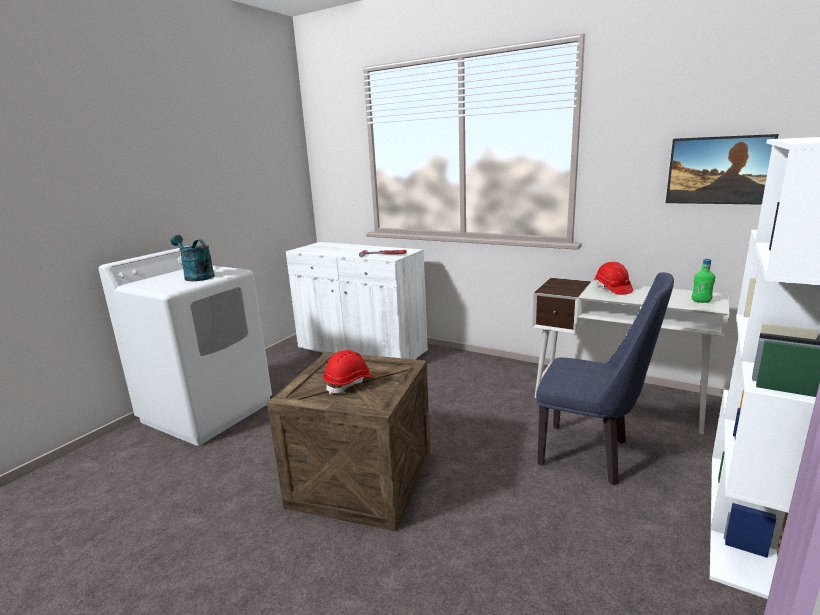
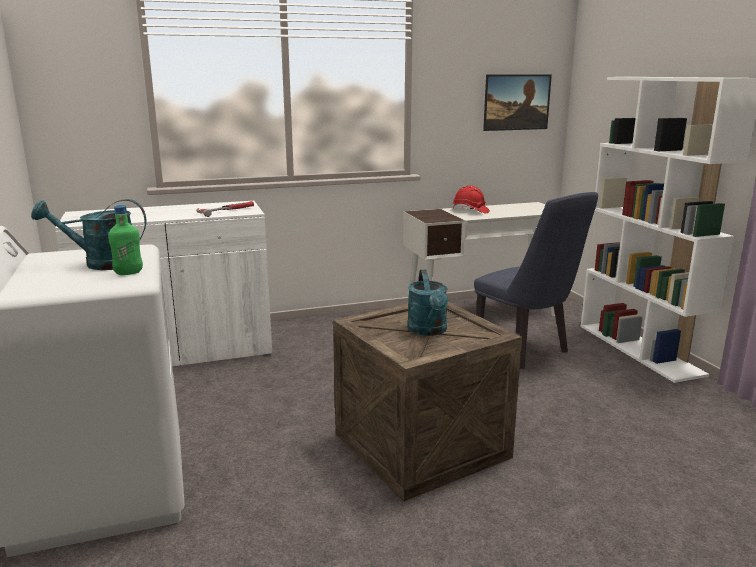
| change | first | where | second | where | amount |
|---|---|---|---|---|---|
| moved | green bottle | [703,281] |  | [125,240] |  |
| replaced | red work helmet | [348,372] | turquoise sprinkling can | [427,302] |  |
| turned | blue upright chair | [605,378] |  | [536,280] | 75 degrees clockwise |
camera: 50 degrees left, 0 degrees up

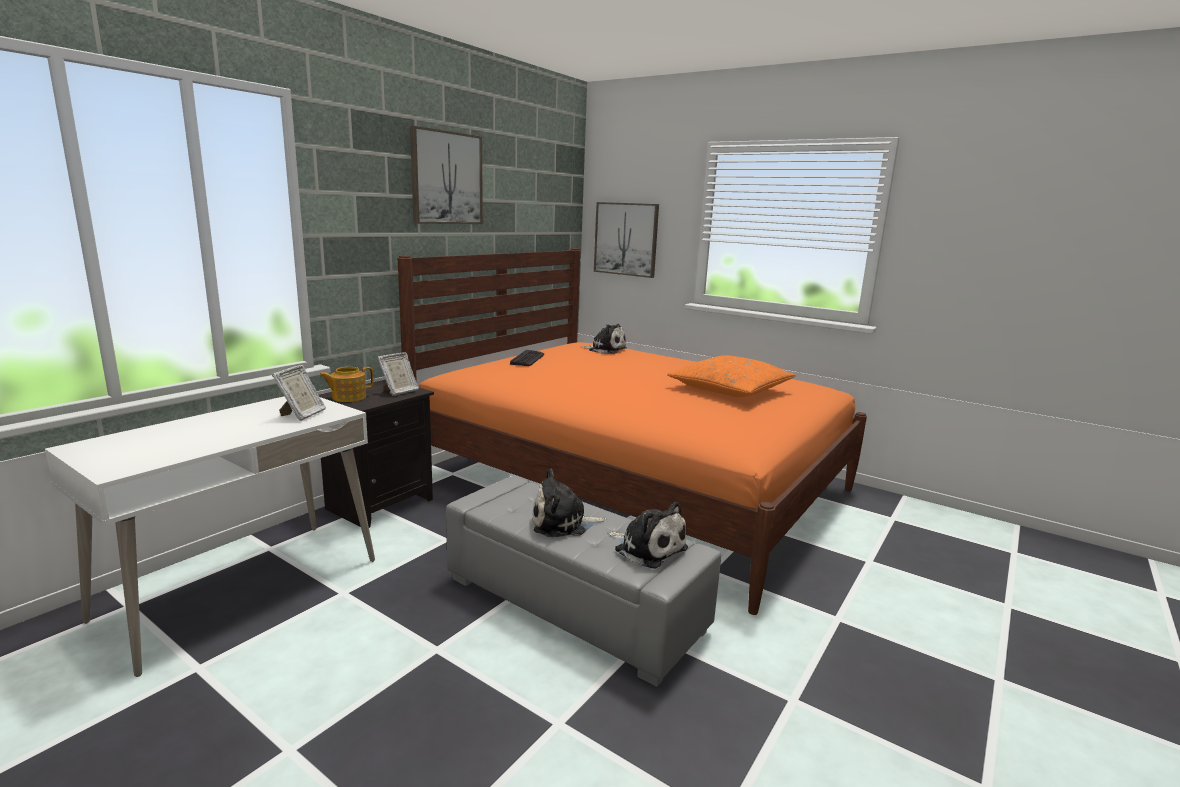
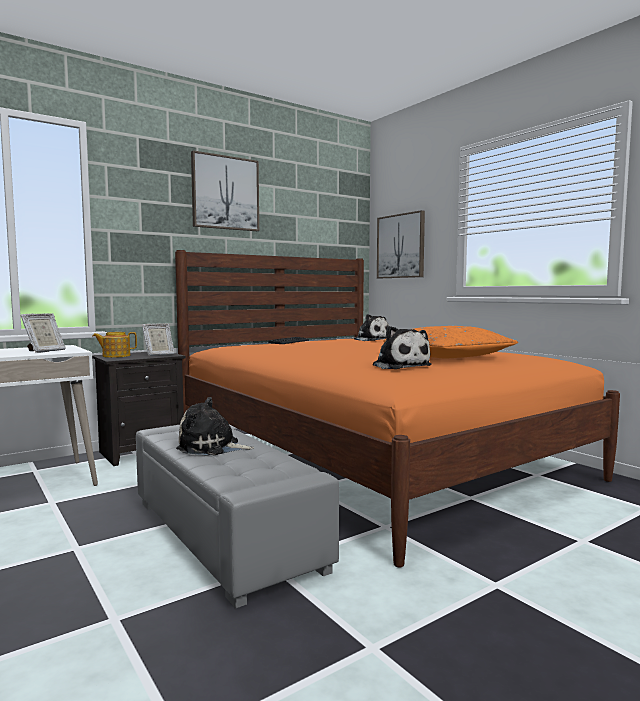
| change | first | where | second | where | amount |
|---|---|---|---|---|---|
| moved | soft toy | [647,535] |  | [402,347] |  |
camera: 20 degrees right, 10 degrees down

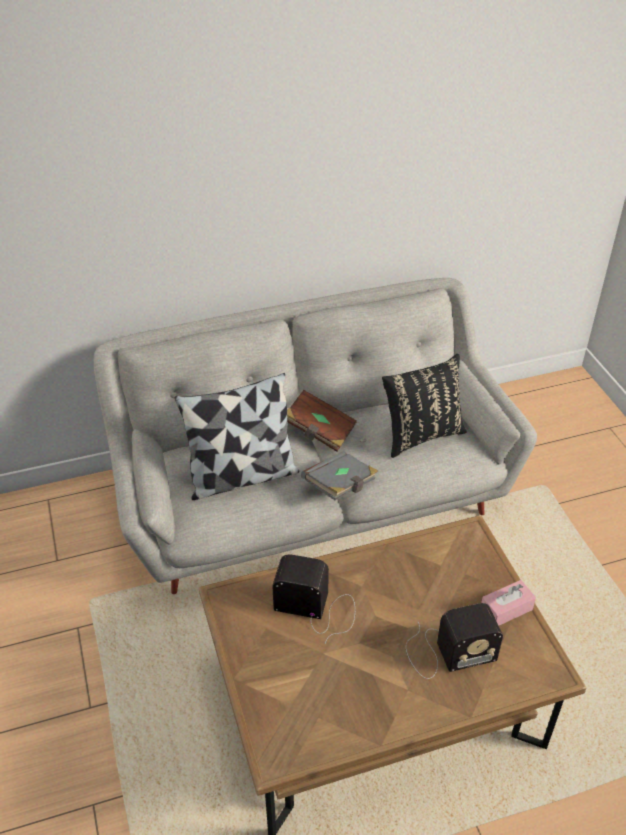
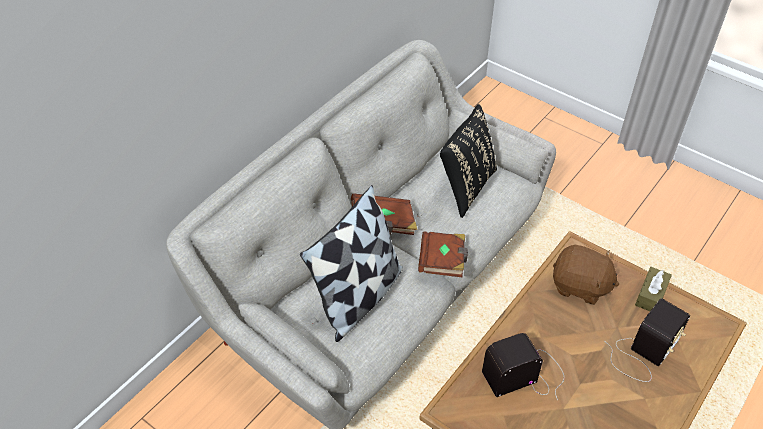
| change | first | where | second | where | amount |
|---|---|---|---|---|---|
| added |  |  | brown-coloured soft toy | [586,275] |  |
| recoloured | greyish volume | [339,475] | brown-coloured volume | [443,254] |  |
| recoloured | pink tissue box | [508,603] | brown-coloured tissue box | [653,289] |  |
camera: 35 degrees left, 5 degrees up

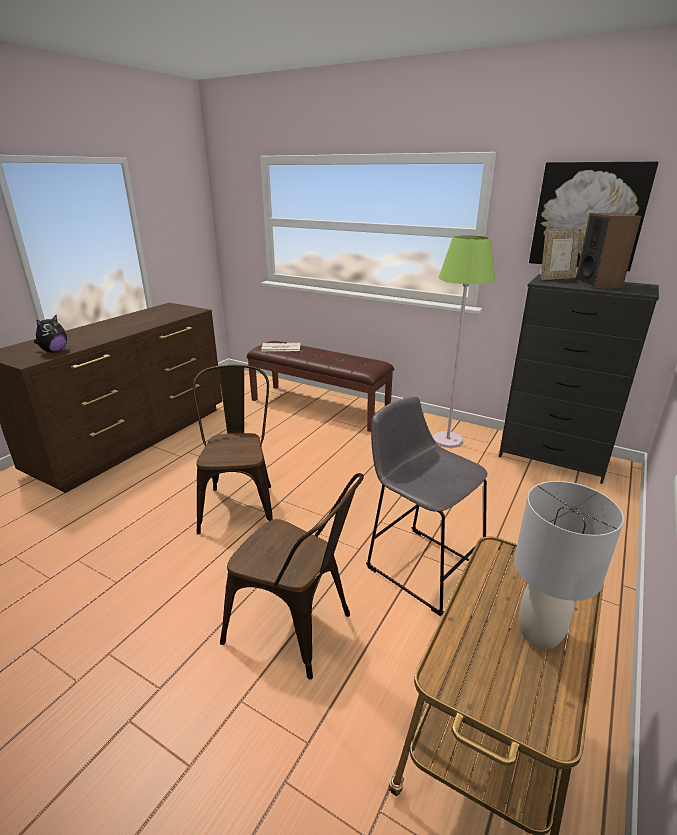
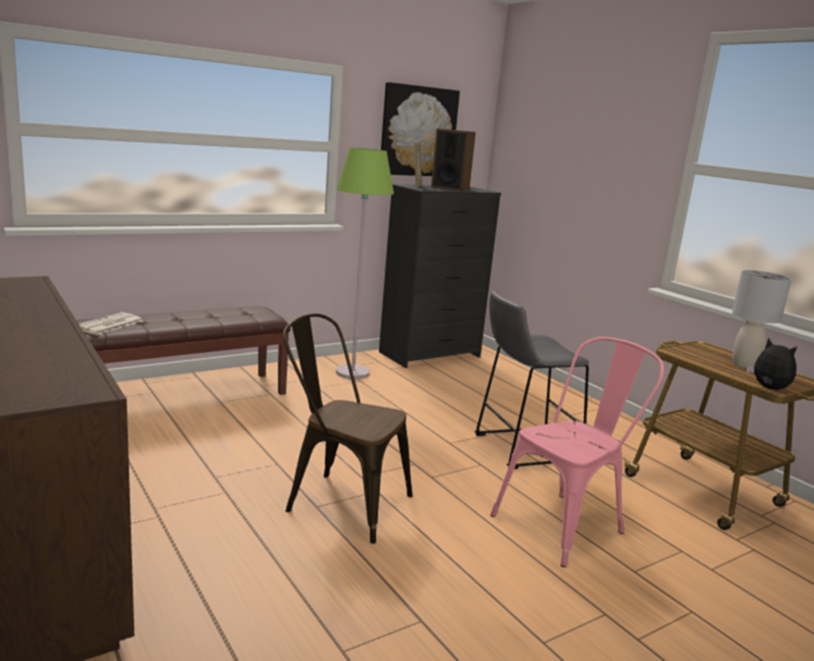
| change | first | where | second | where | amount |
|---|---|---|---|---|---|
| moved | soft toy | [50,334] |  | [771,364] |  |
| recoloured | brown-coloured upright chair | [292,576] | pink upright chair | [577,452] |  |
camera: 65 degrees left, 10 degrees down

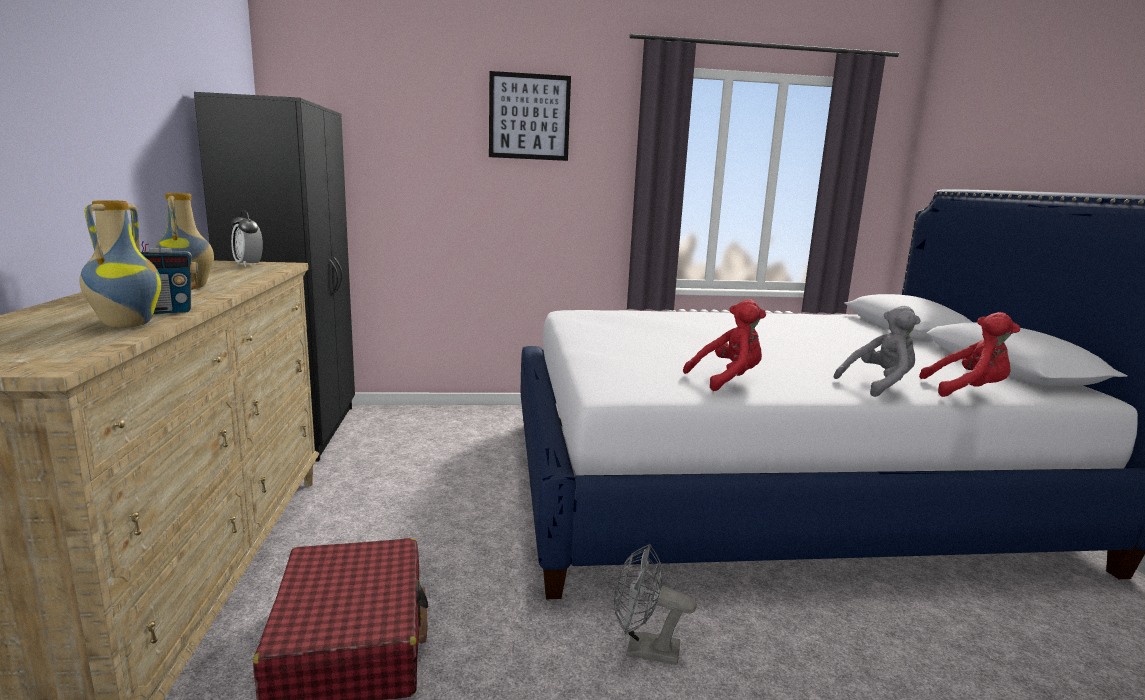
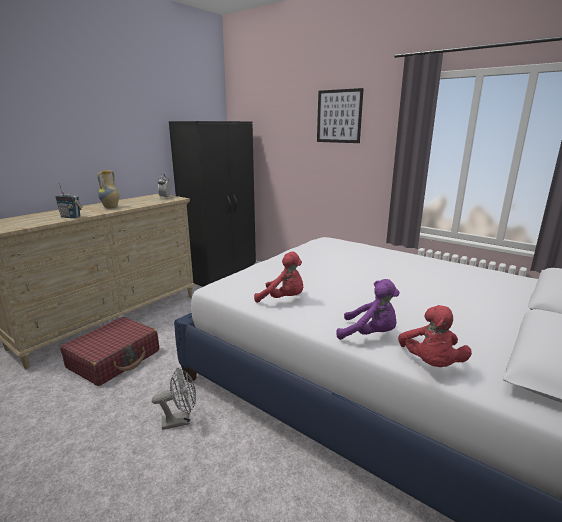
| change | first | where | second | where | amount |
|---|---|---|---|---|---|
| removed | vase | [121,264] |  |  |  |
| recoloured | greyish soft toy | [877,351] | purplish soft toy | [368,309] |  |
| turned | greyish electric fan | [655,604] |  | [174,399] | 105 degrees clockwise |
| turned | red soft toy | [969,354] |  | [435,336] | 45 degrees clockwise |
camera: 45 degrees right, 5 degrees up

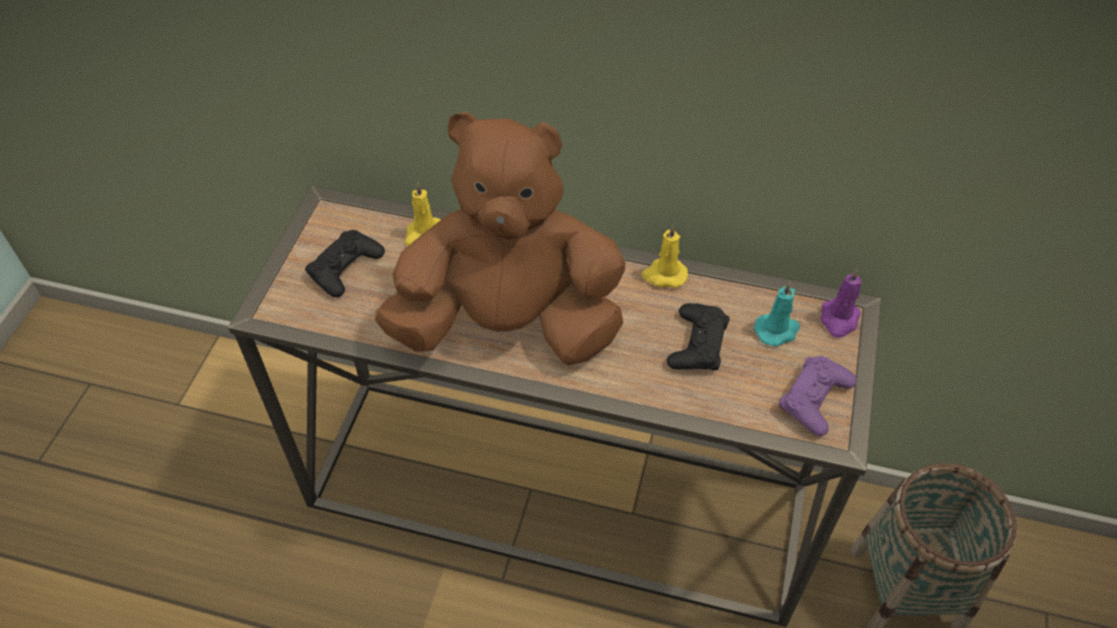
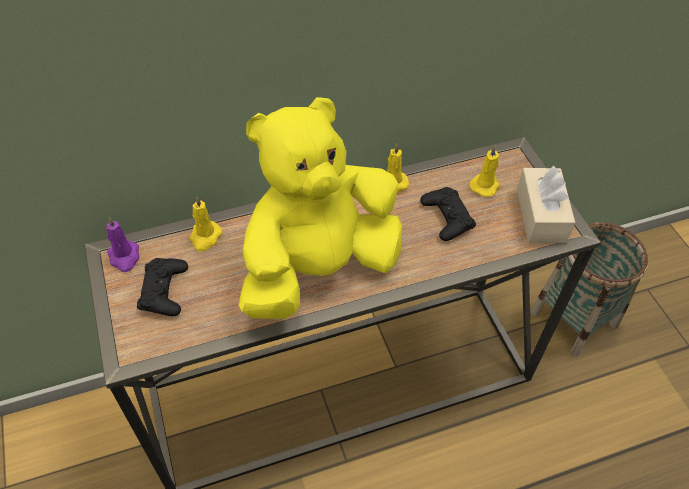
| change | first | where | second | where | amount |
|---|---|---|---|---|---|
| moved | purplish wax light | [841,303] |  | [122,244] |  |
| replaced | purplish game controller | [818,396] | sand-coloured tissue box | [546,204] |  |
| recoloured | brown-coloured soft toy | [500,238] | yellow-coloured soft toy | [320,208] |  |
| recoloured | turquoise wax light | [777,314] | yellow-coloured wax light | [484,171] |  |
camera: 35 degrees left, 0 degrees up

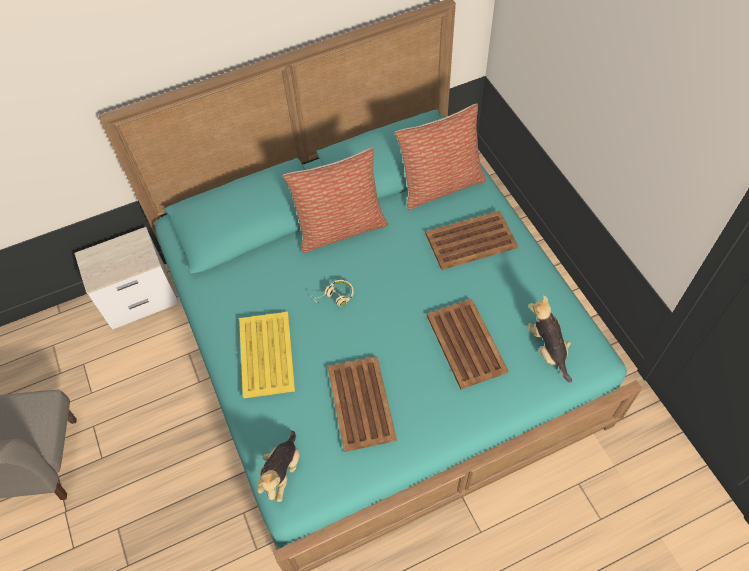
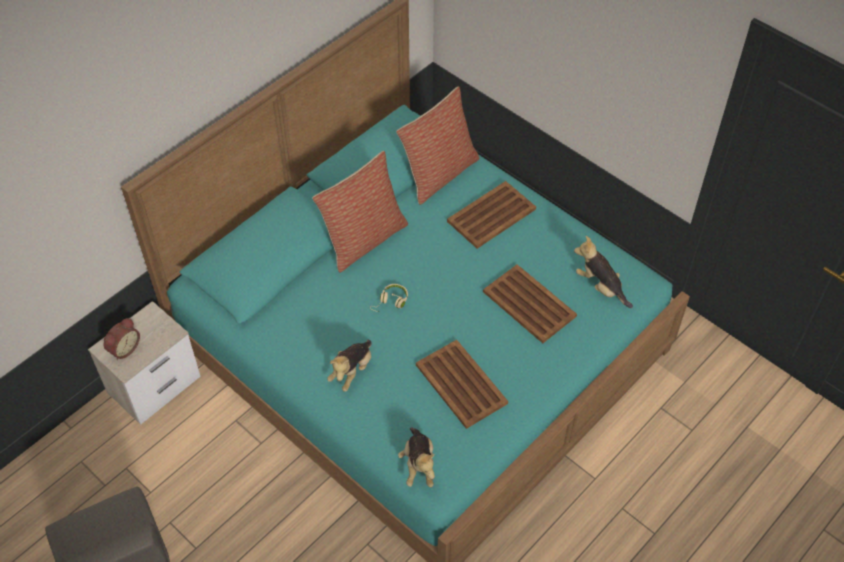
| change | first | where | second | where | amount |
|---|---|---|---|---|---|
| added |  |  | bedside clock | [121,339] |  |
| replaced | yellow-coloured tray | [267,355] | soft toy | [349,365] |  |
camera: 25 degrees left, 5 degrees down

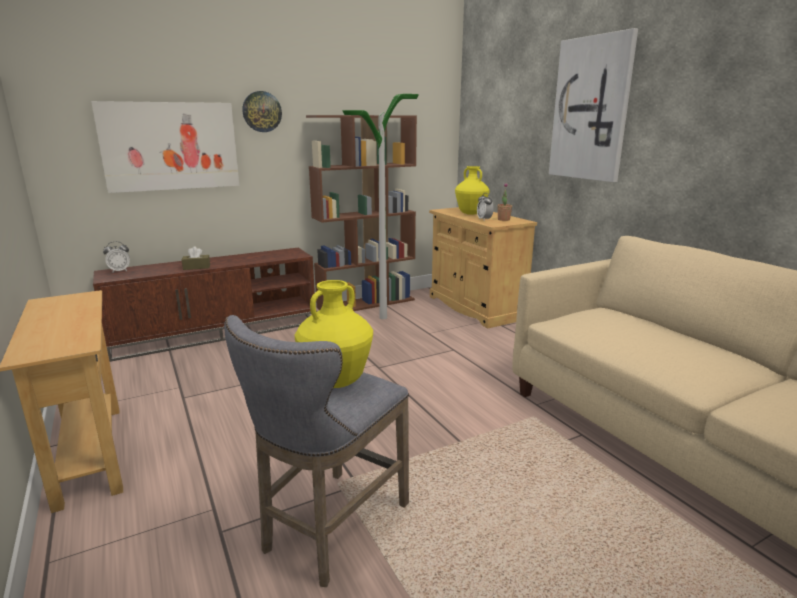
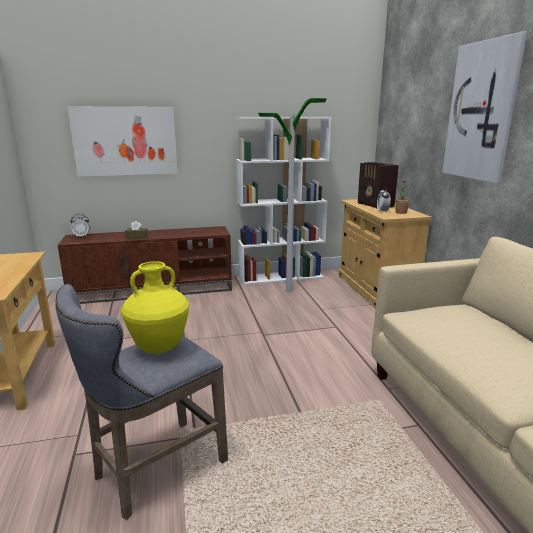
| change | first | where | second | where | amount |
|---|---|---|---|---|---|
| removed | clock on the wall | [262,111] |  |  |  |
| replaced | yellow-coloured vase | [472,190] | radio receiver | [378,185] |  |
| recoloured | brown-coloured bookshelf | [361,213] | white-coloured bookshelf | [283,201] |  |
camera: 15 degrees right, 0 degrees up

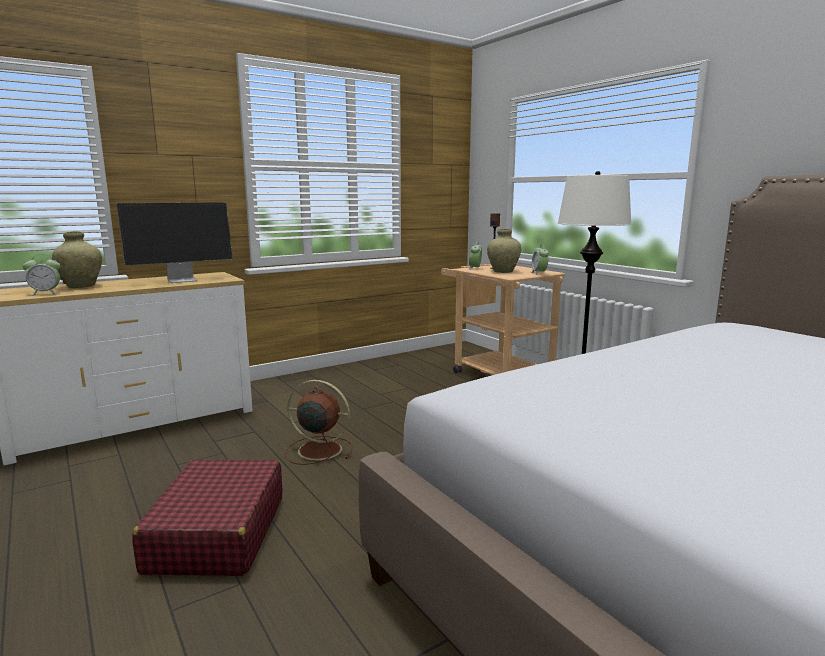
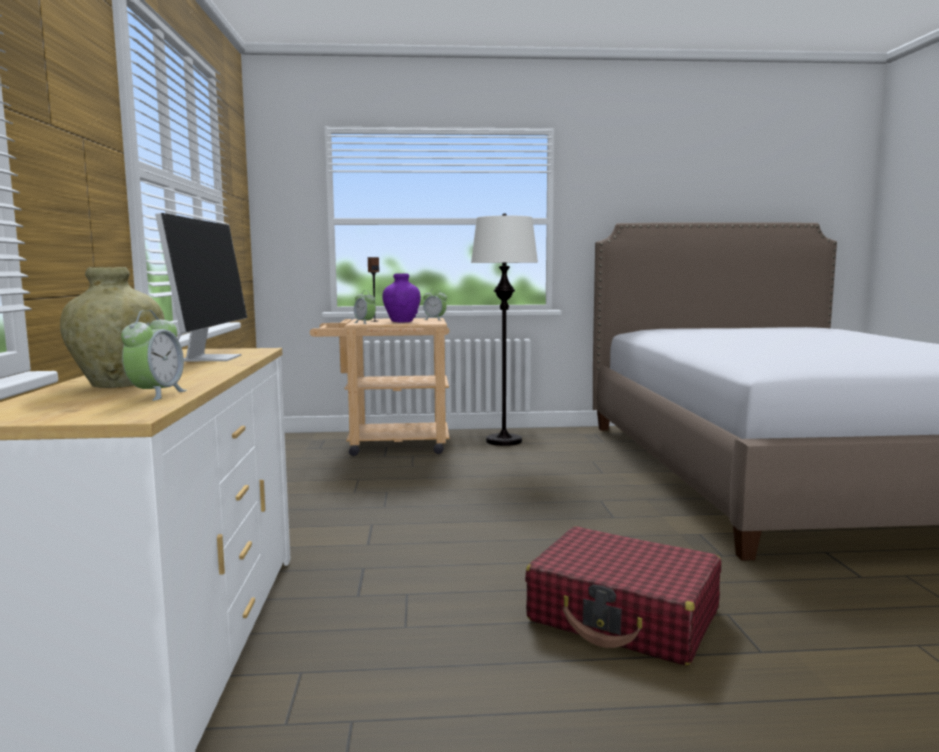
| change | first | where | second | where | amount |
|---|---|---|---|---|---|
| removed | brown-coloured electric fan | [318,422] |  |  |  |
| recoloured | sand-coloured vase | [504,251] | purplish vase | [401,297] |  |
camera: 60 degrees left, 5 degrees down

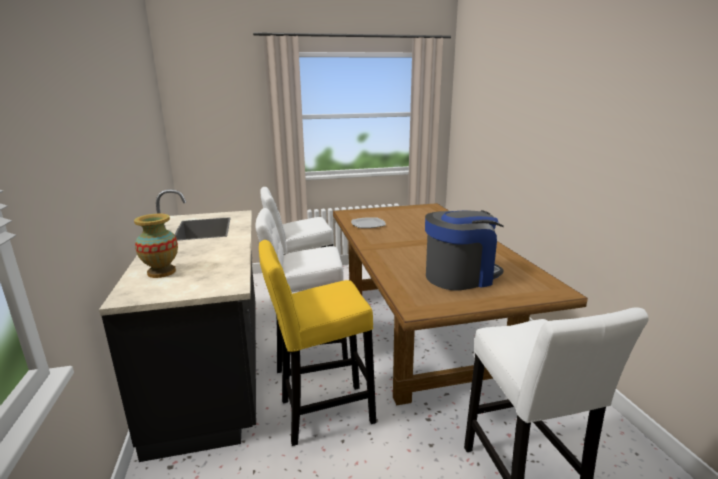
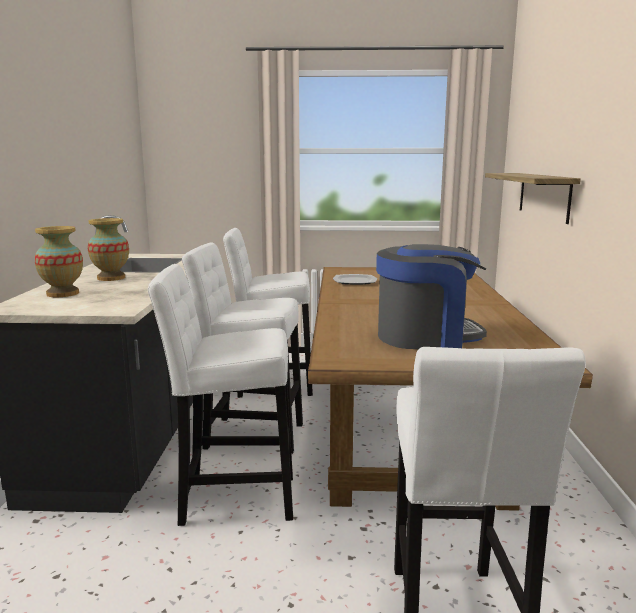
| change | first | where | second | where | amount |
|---|---|---|---|---|---|
| added |  |  | vase | [108,249] |  |
| added |  |  | wall shelf | [533,198] |  |
| recoloured | yellow-coloured sitting stool | [317,343] | white-coloured sitting stool | [220,395] |  |
camera: 15 degrees right, 5 degrees down

